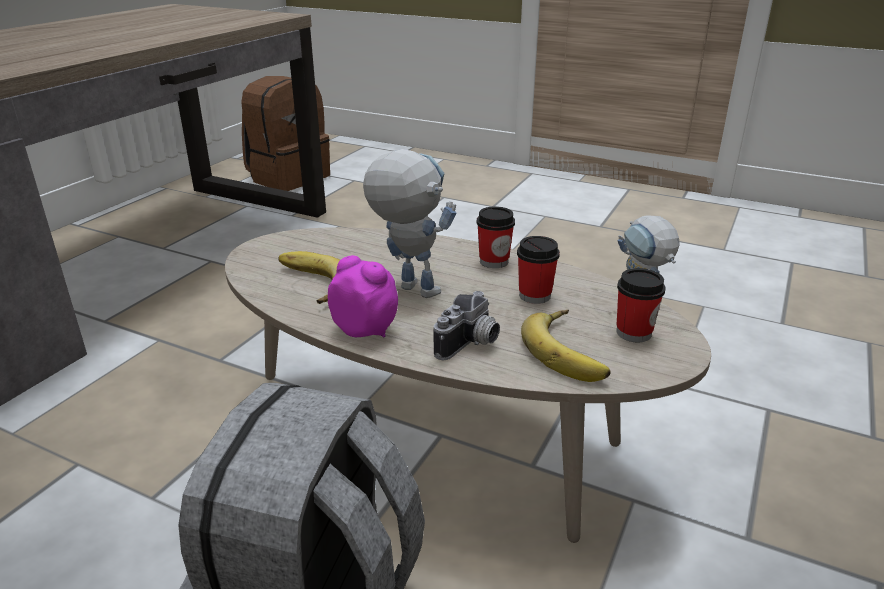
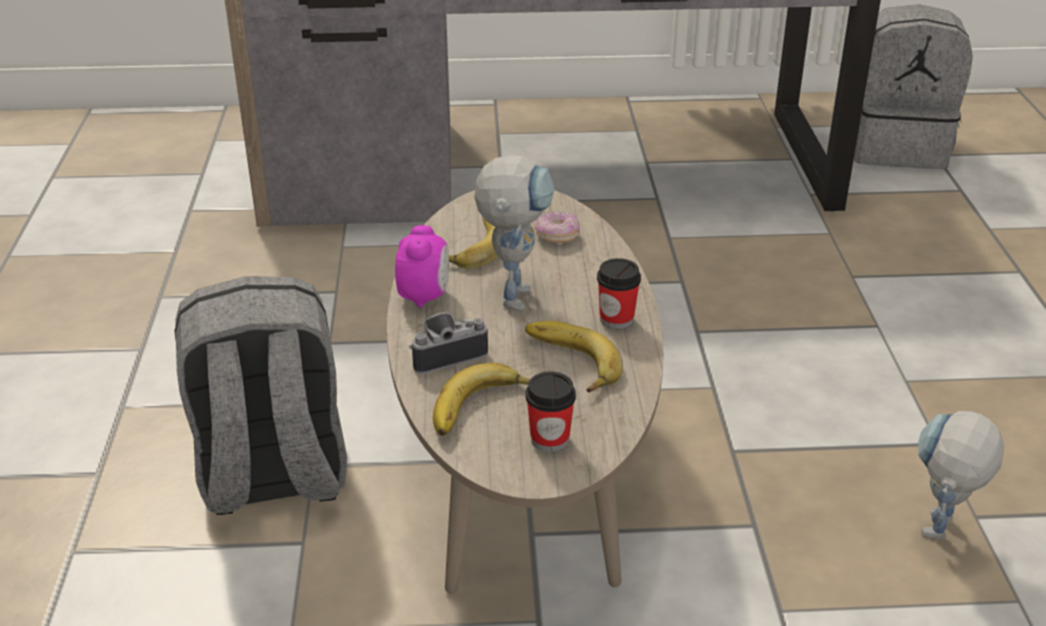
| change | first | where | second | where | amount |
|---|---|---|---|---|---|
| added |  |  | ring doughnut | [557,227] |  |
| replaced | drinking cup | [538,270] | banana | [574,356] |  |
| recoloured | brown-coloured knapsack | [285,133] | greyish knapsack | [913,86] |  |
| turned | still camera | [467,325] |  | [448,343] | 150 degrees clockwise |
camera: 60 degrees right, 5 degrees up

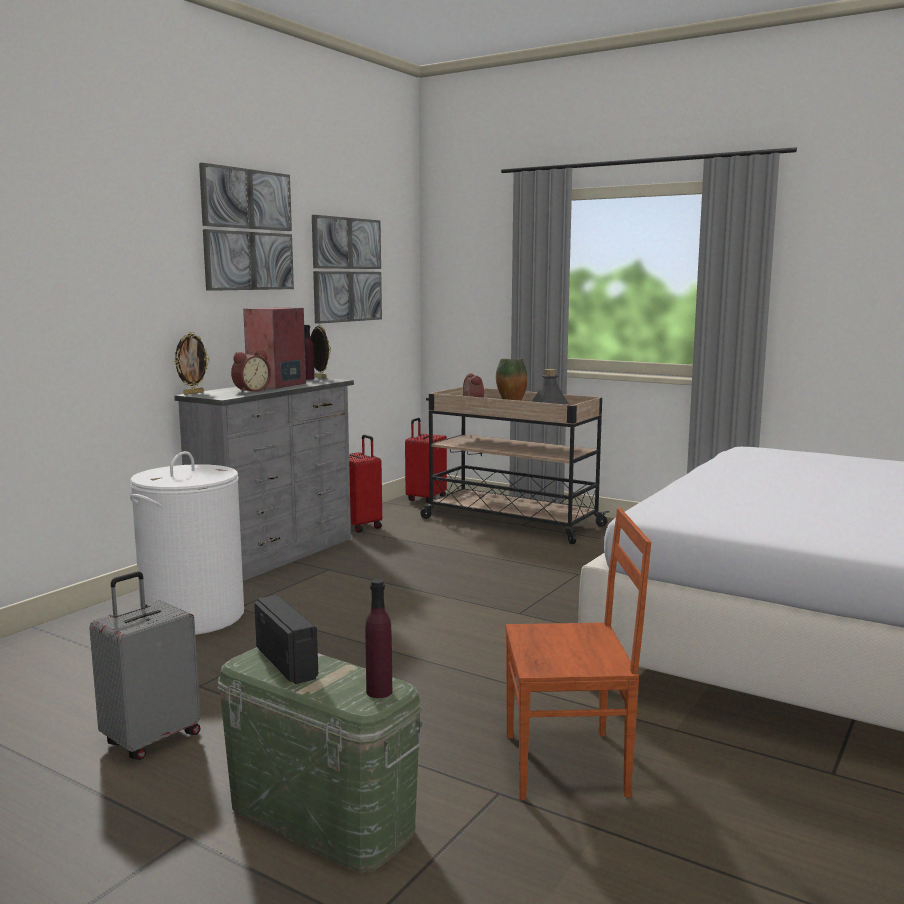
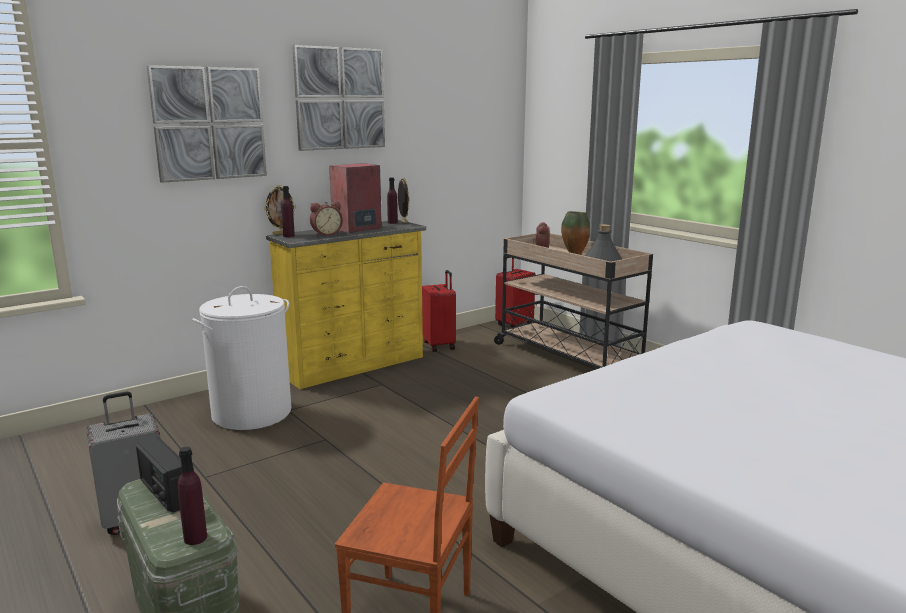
| change | first | where | second | where | amount |
|---|---|---|---|---|---|
| added |  |  | purplish bottle | [288,211] |  |
| moved | picture | [347,269] |  | [206,124] |  |
| recoloured | greyish dresser | [264,479] | yellow-coloured dresser | [346,304] |  |
| turned | radio receiver | [286,639] |  | [159,474] | 150 degrees clockwise |
camera: 20 degrees right, 5 degrees up

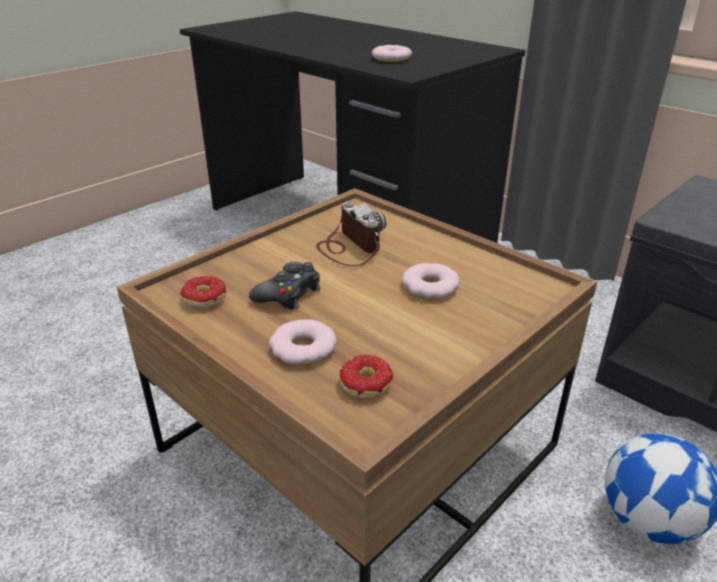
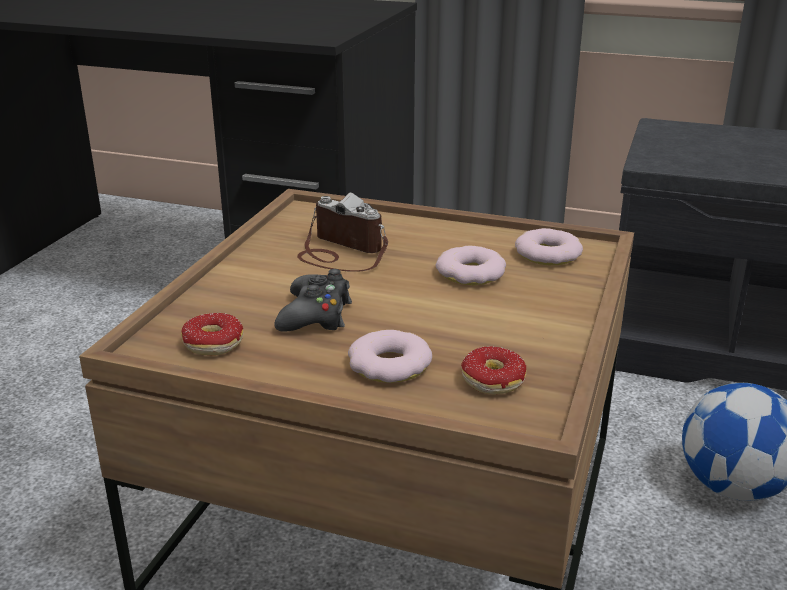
| change | first | where | second | where | amount |
|---|---|---|---|---|---|
| moved | ring doughnut | [392,53] |  | [549,246] |  |
camera: 25 degrees left, 5 degrees down

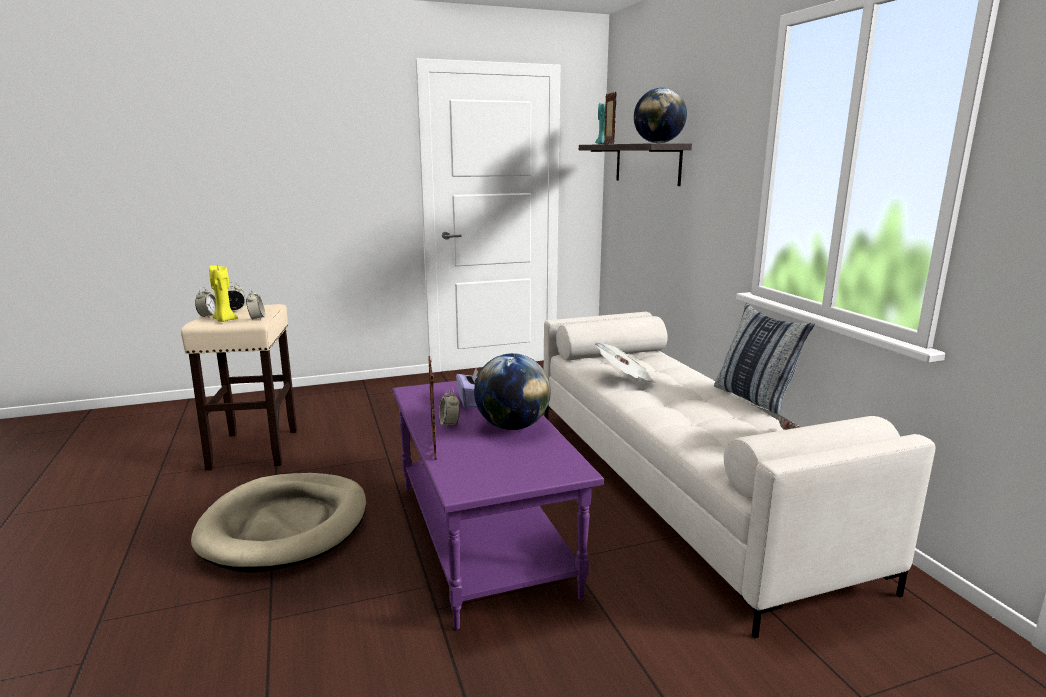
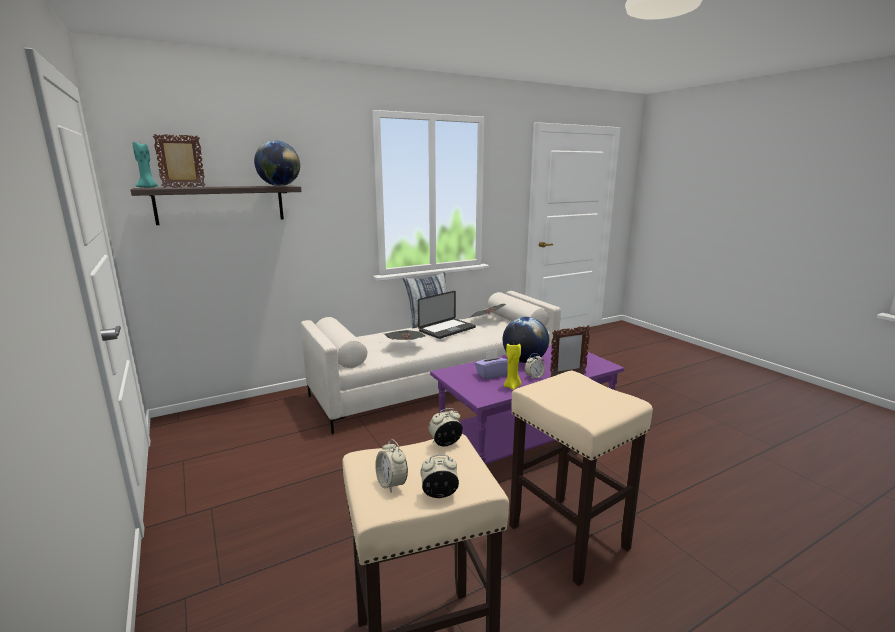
| change | first | where | second | where | amount |
|---|---|---|---|---|---|
| added |  |  | laptop | [447,315] |  |
| moved | yellow-coloured wax light | [223,293] |  | [512,366] |  |
| replaced | sand-coloured pet bed | [278,523] | sand-coloured sitting stool | [581,478] |  |
camera: 100 degrees left, 0 degrees up

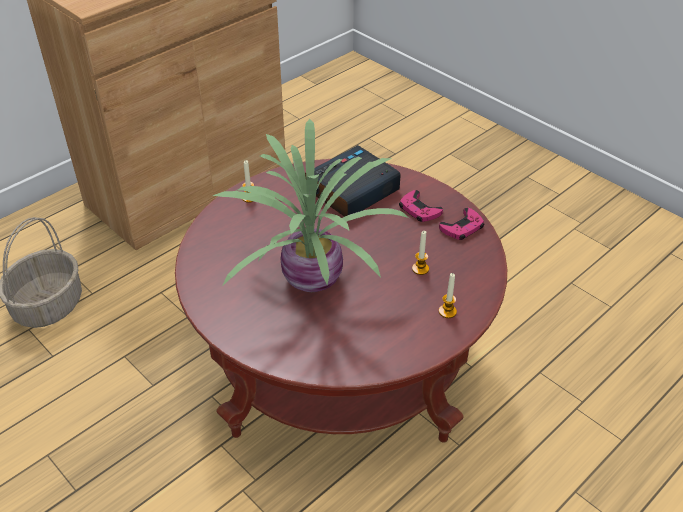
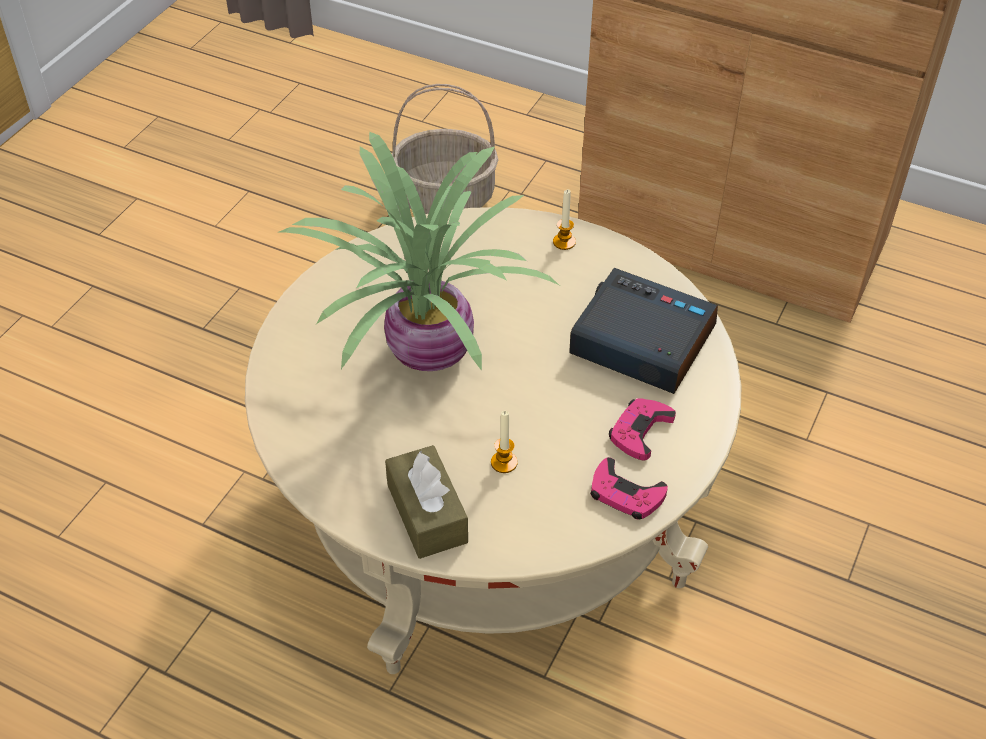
| change | first | where | second | where | amount |
|---|---|---|---|---|---|
| replaced | wax light | [448,295] | brown-coloured tissue box | [426,502] |  |
| recoloured | red lounge table | [341,301] | sand-coloured lounge table | [493,440] |  |
camera: 70 degrees right, 5 degrees up

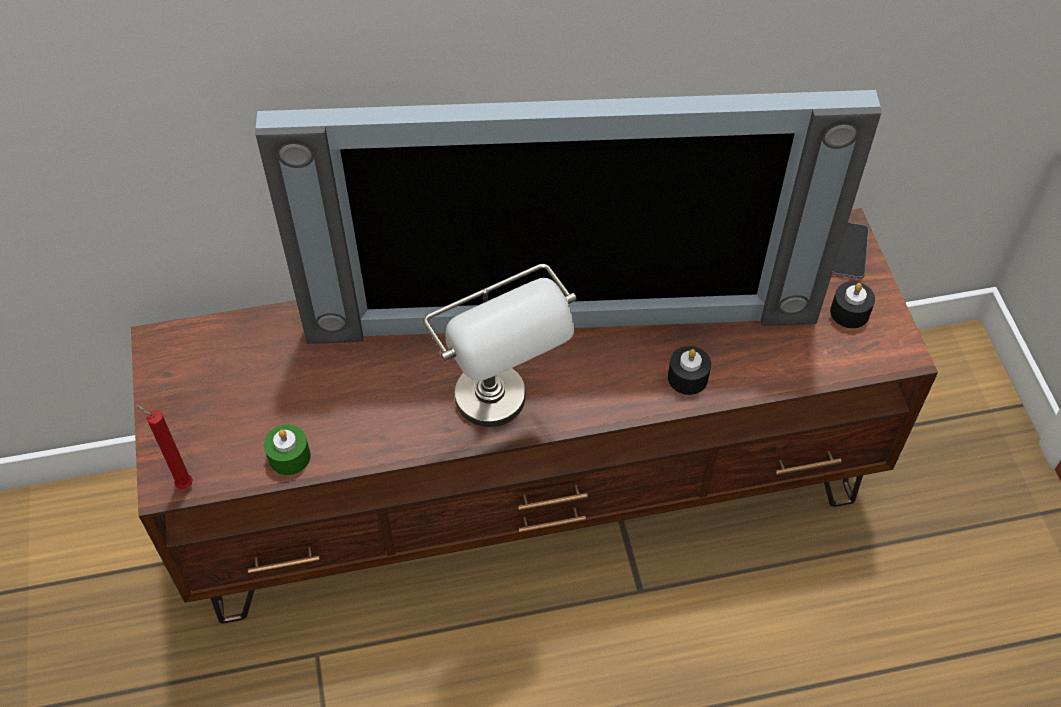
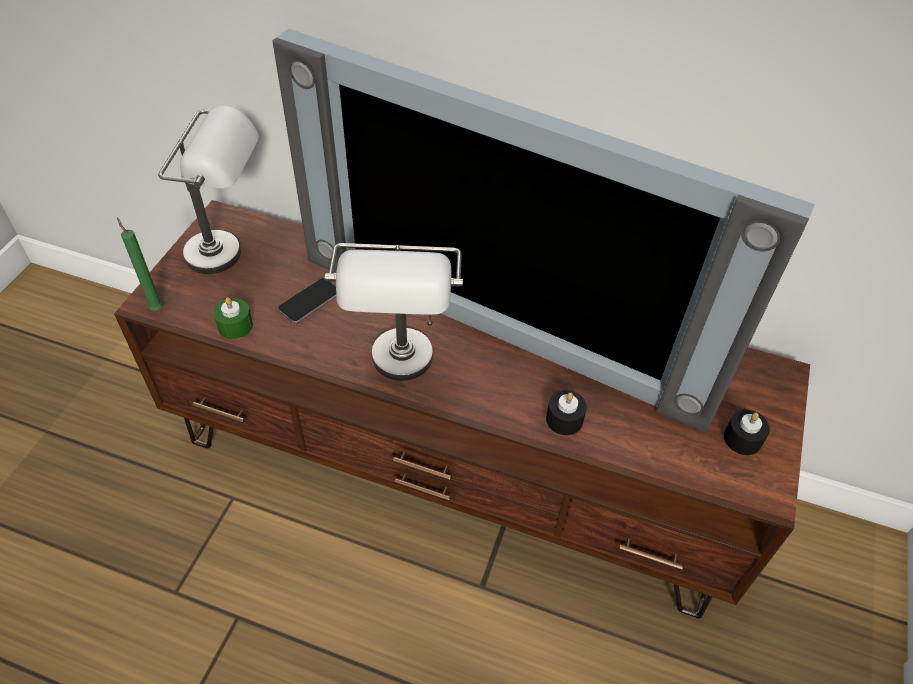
| change | first | where | second | where | amount |
|---|---|---|---|---|---|
| added |  |  | greyish lamp for a table | [208,189] |  |
| moved | handset | [850,251] |  | [307,300] |  |
| recoloured | red wax light | [164,447] | green wax light | [140,264] |  |
camera: 30 degrees right, 5 degrees down

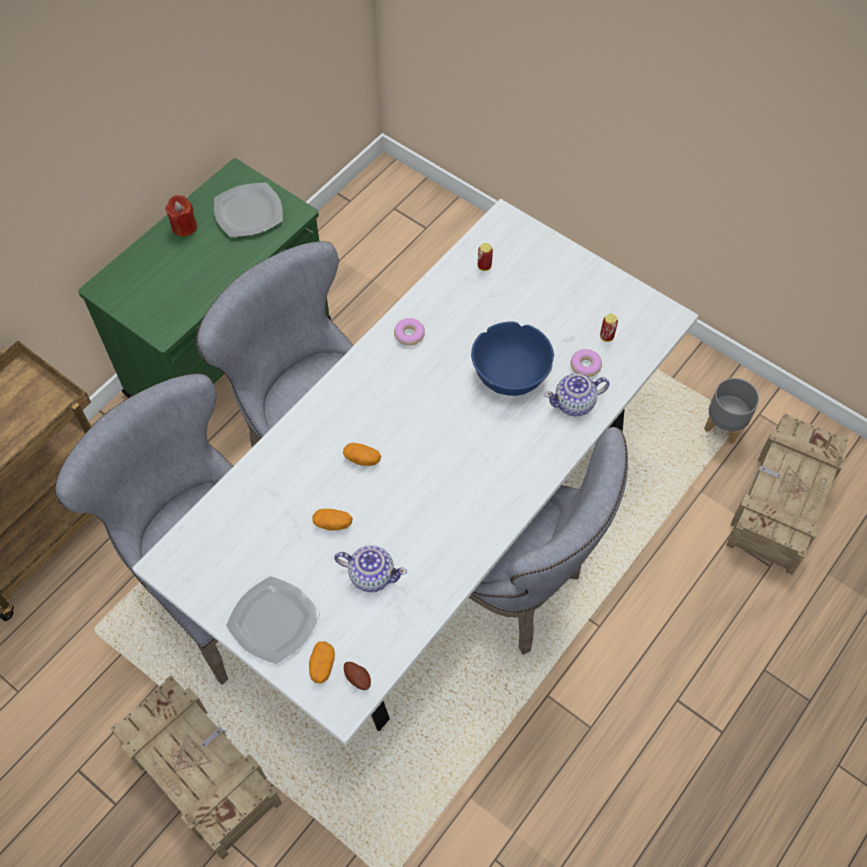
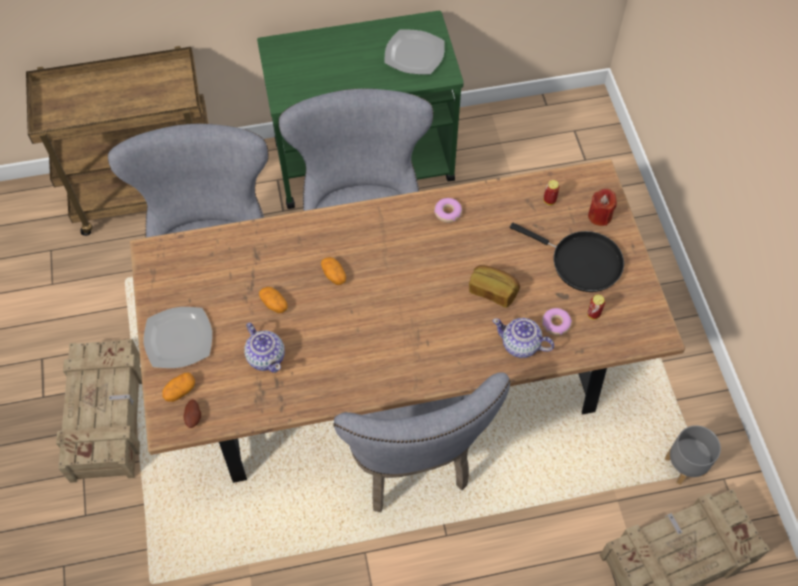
| change | first | where | second | where | amount |
|---|---|---|---|---|---|
| added |  |  | blackish pan | [567,257] |  |
| moved | red wax light | [181,216] |  | [602,207] |  |
| replaced | blue bowl | [512,359] | bakery bread | [494,286] |  |
| recoloured | white-coloured kitchen table | [415,472] | brown-coloured kitchen table | [407,321] |  |
camera: 40 degrees right, 0 degrees up

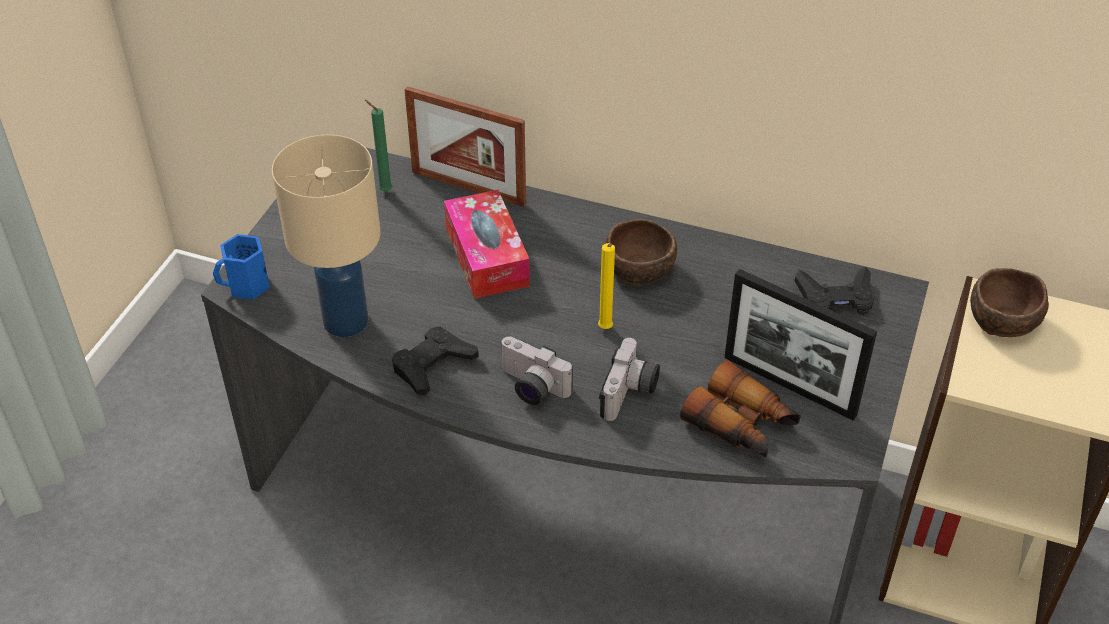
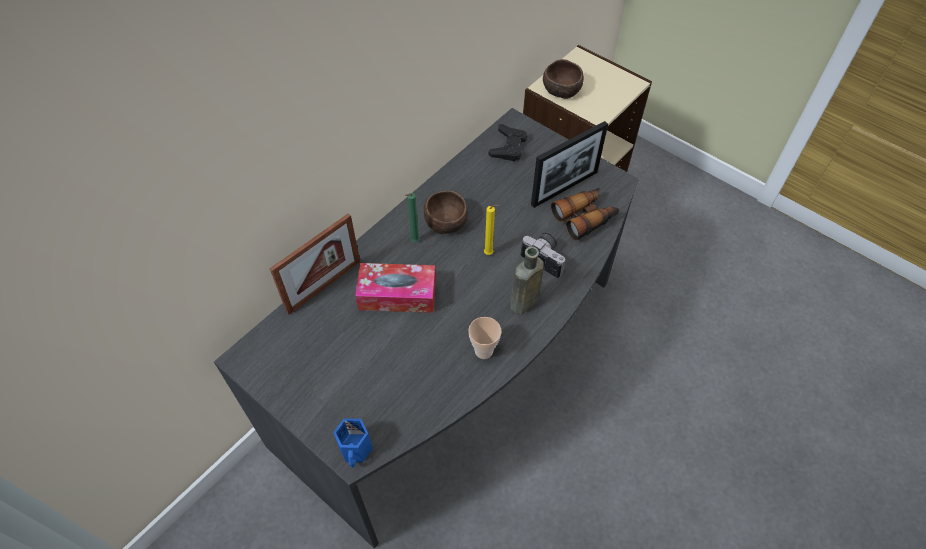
| change | first | where | second | where | amount |
|---|---|---|---|---|---|
| removed | sand-coloured lamp for a table | [326,236] |  |  |  |
| moved | green wax light | [378,145] |  | [412,217] |  |
| replaced | blackish game controller | [435,360] | drinking cup | [484,338] |  |
| replaced | still camera | [537,370] | brown-coloured bottle | [527,280] |  |
camera: 70 degrees left, 10 degrees up

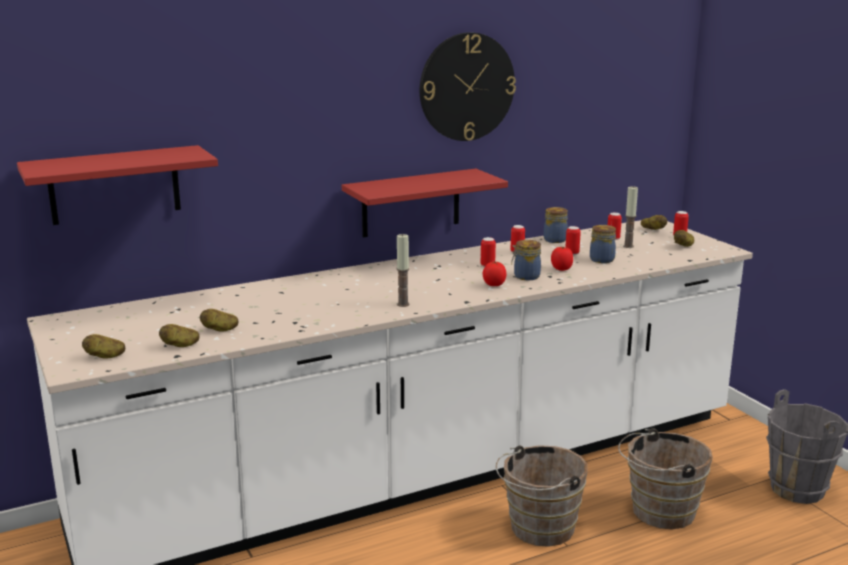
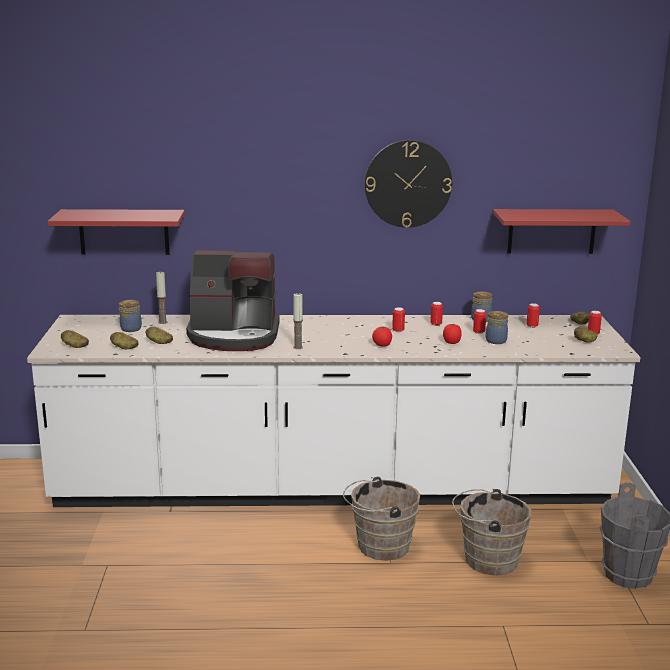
| change | first | where | second | where | amount |
|---|---|---|---|---|---|
| added |  |  | coffee machine | [233,301] |  |
| moved | red wall shelf | [425,203] |  | [561,231] |  |
| moved | storage jar | [526,260] |  | [130,316] |  |
| moved | wax light | [630,217] |  | [161,298] |  |
camera: 25 degrees right, 0 degrees up

